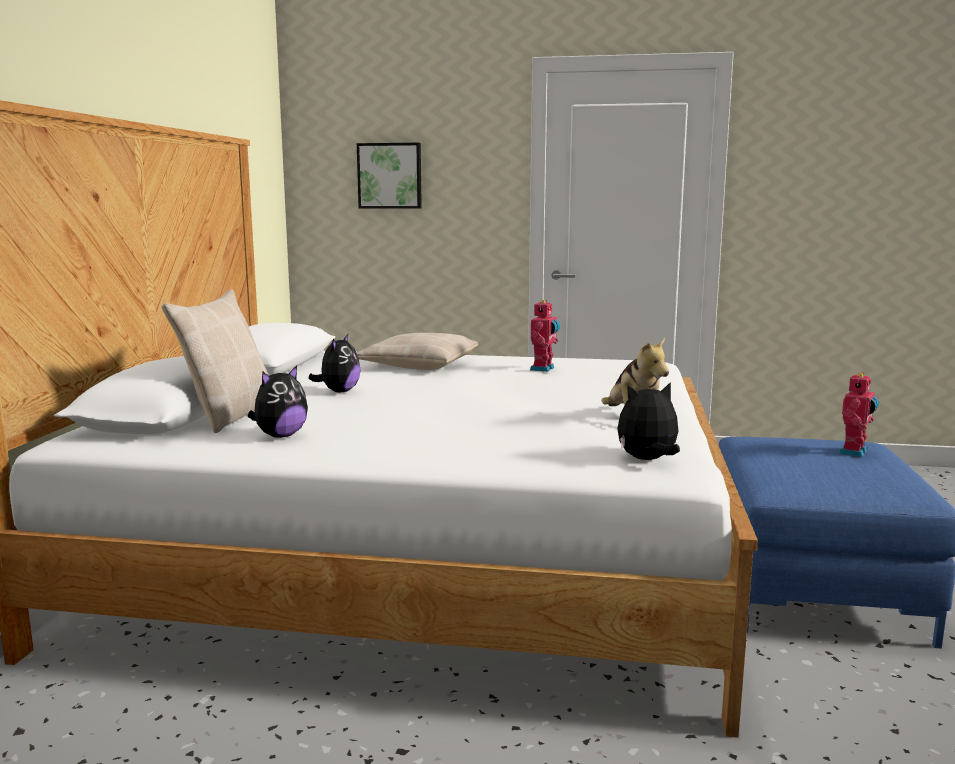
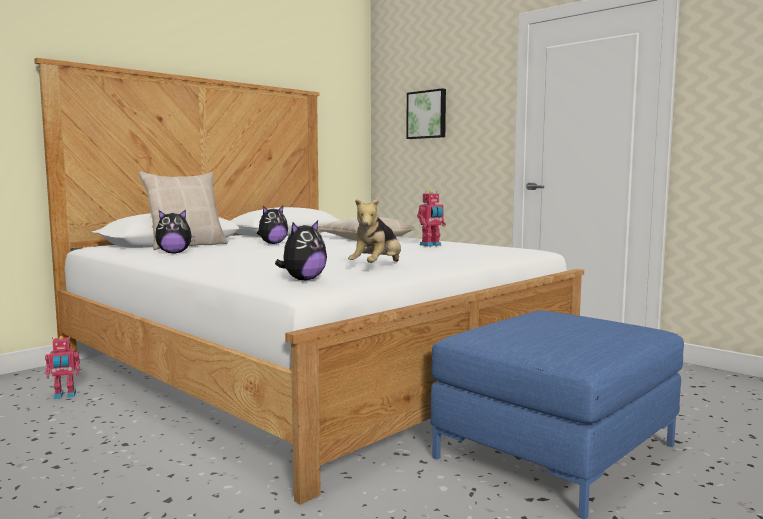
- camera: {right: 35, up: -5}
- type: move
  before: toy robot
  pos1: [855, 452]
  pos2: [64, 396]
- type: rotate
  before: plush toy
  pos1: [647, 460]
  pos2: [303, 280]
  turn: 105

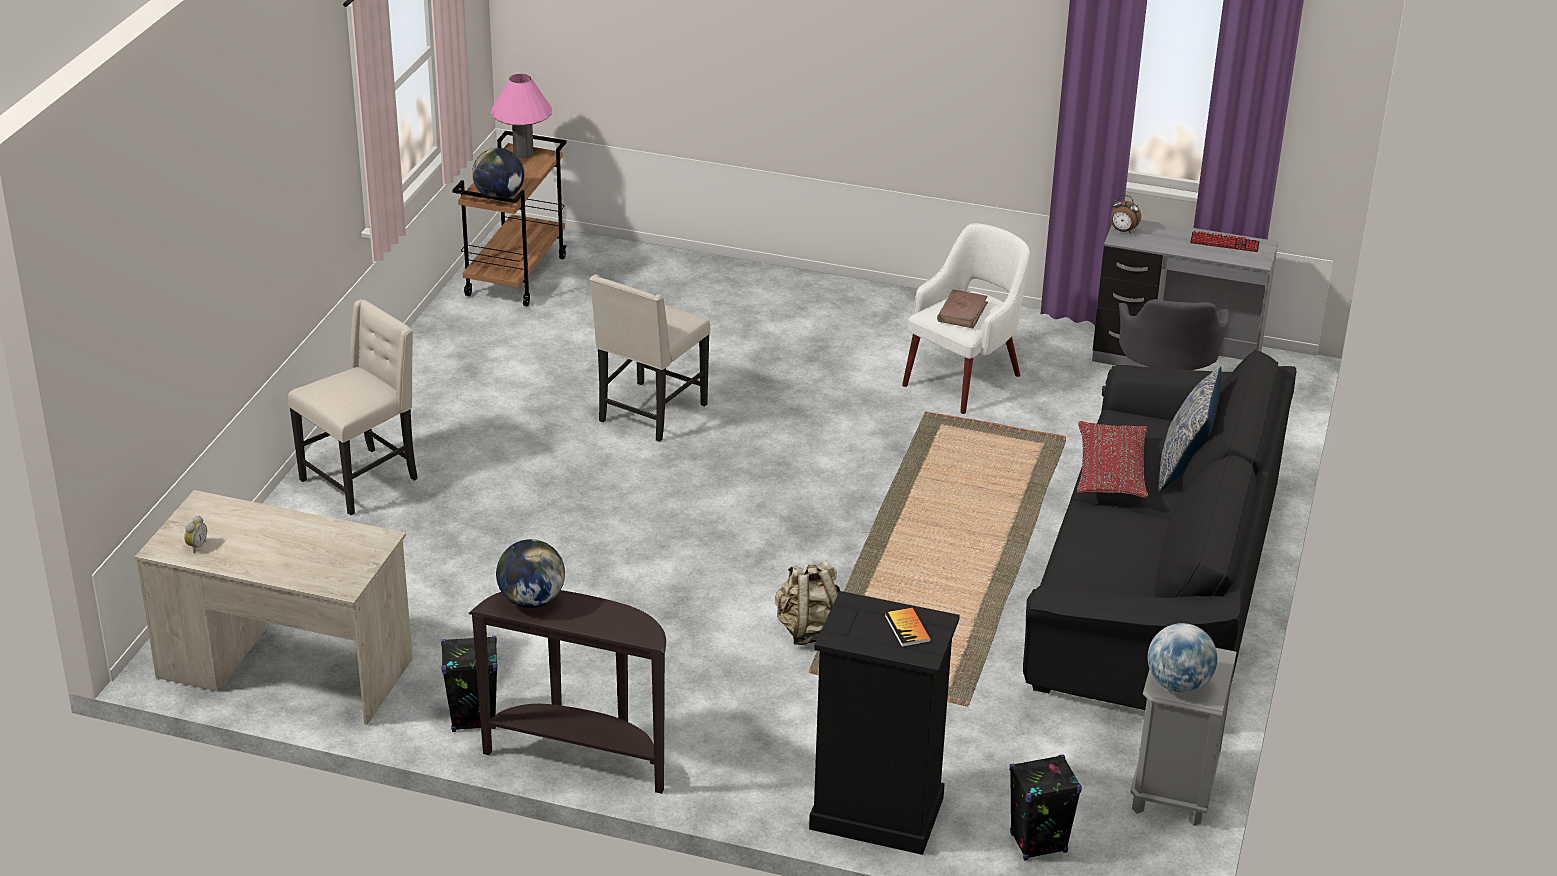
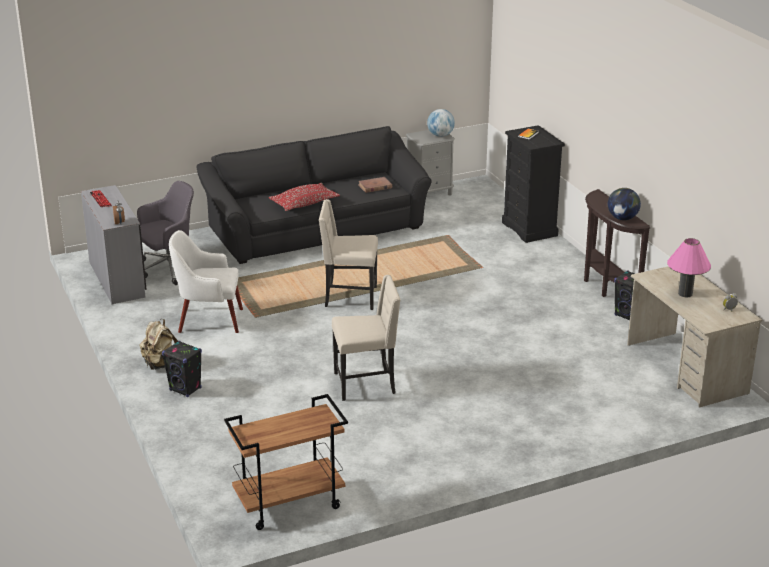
- camera: {right: -130, up: -5}
- type: move
  before: pink table lamp
  pos1: [523, 154]
  pos2: [685, 294]
- type: delete
  before: globe
  pos1: [499, 196]
- type: move
  before: brown book
  pos1: [962, 312]
  pos2: [375, 186]
- type: move
  before: beige chair
  pos1: [362, 480]
  pos2: [349, 297]
- type: delete
  before: pillow
  pos1: [1184, 467]
- type: move
  before: beige backpack
  pos1: [810, 631]
  pos2: [160, 364]
- type: move
  before: black speaker
  pos1: [1038, 843]
  pos2: [185, 389]

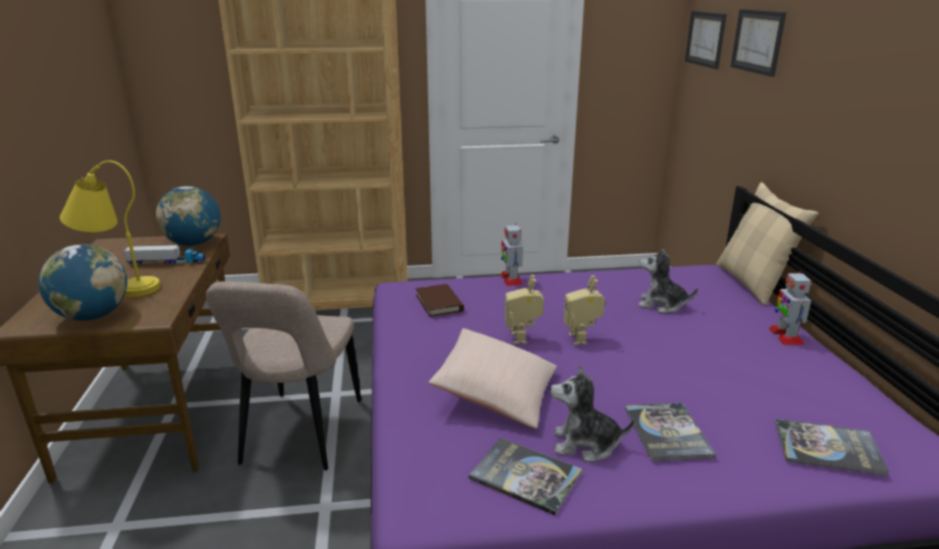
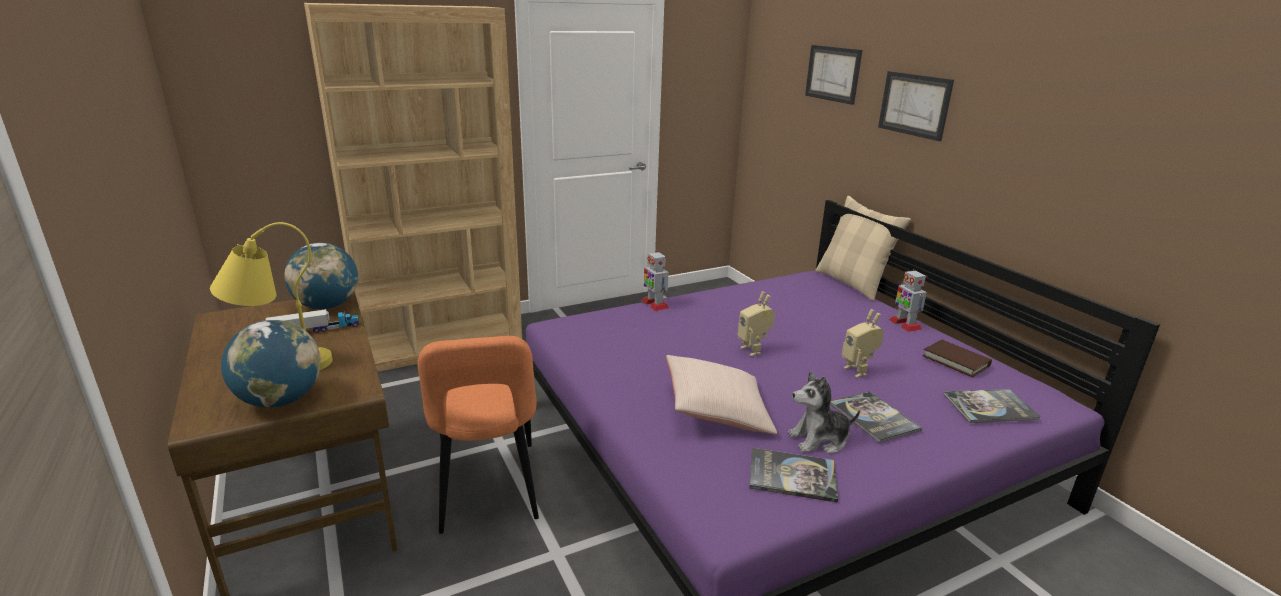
- camera: {right: -20, up: 0}
- type: move
  before: picture
  pos1: [705, 39]
  pos2: [914, 105]
- type: delete
  before: plush toy
  pos1: [661, 305]
- type: move
  before: toy robot
  pos1: [523, 338]
  pos2: [858, 370]
- type: recolor
  before: beige chair
  after: orange chair
  pos1: [300, 435]
  pos2: [488, 491]
- type: move
  before: brown book
  pos1: [439, 303]
  pos2: [956, 361]

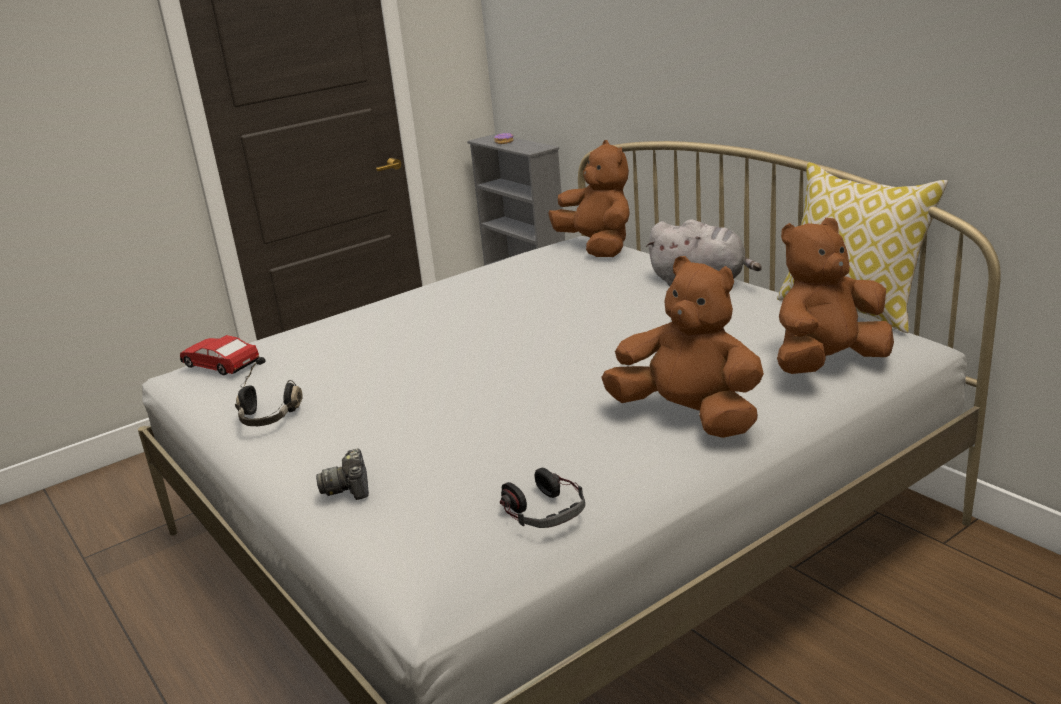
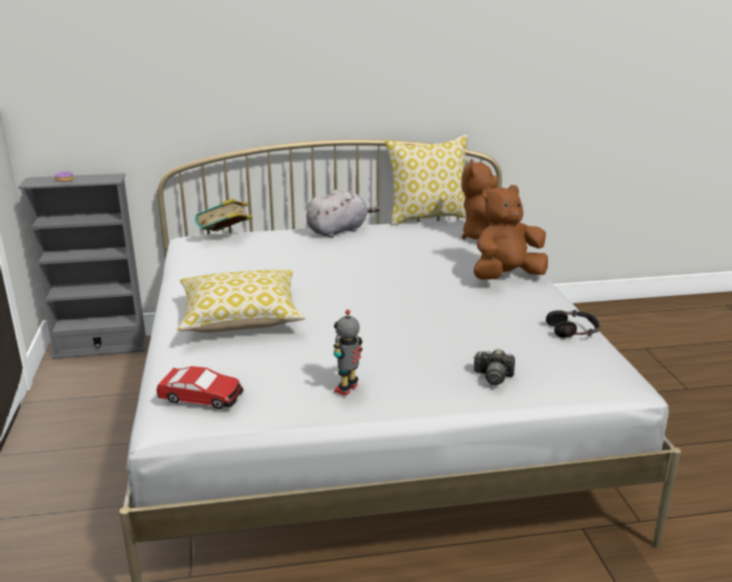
- camera: {right: -65, up: 0}
- type: replace
  before: brown plush toy
  after: book
  pos1: [597, 247]
  pos2: [225, 236]
- type: rotate
  before: toy car
  pos1: [220, 364]
  pos2: [201, 397]
  turn: -135
- type: replace
  before: black headphones
  after: toy robot
  pos1: [268, 418]
  pos2: [347, 389]
- type: insert
  after: pillow
  pos2: [241, 318]

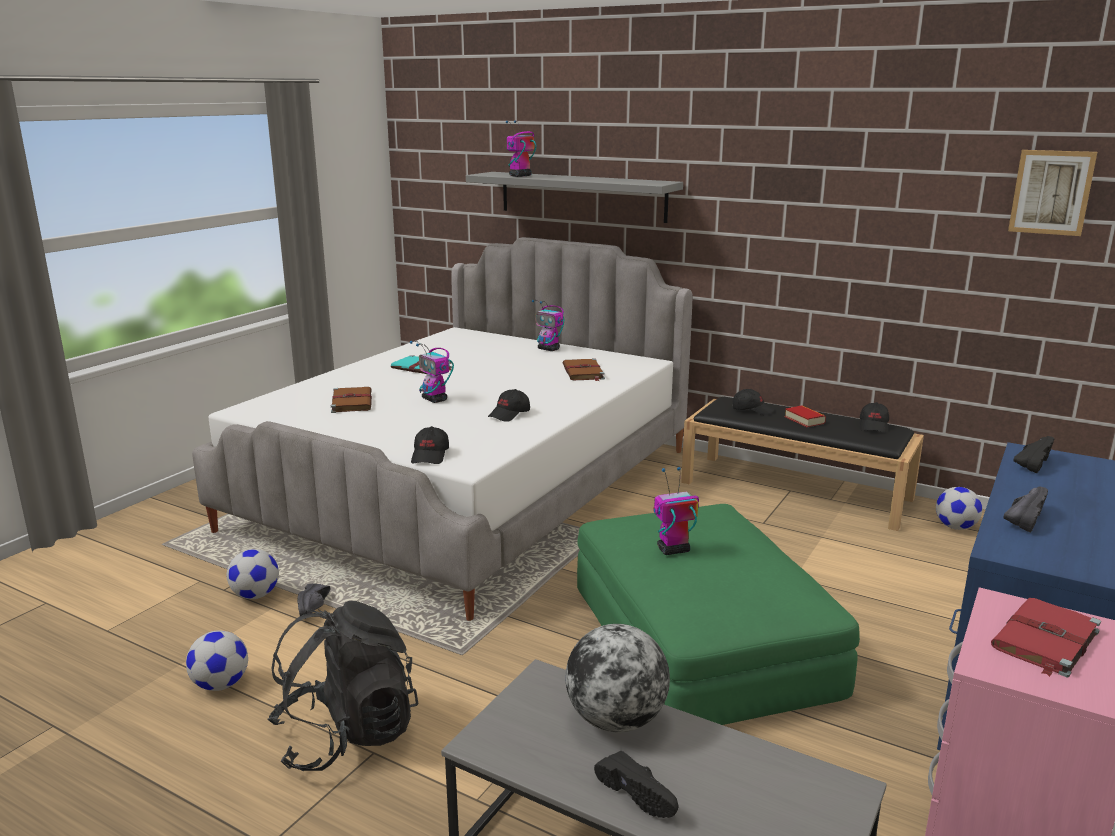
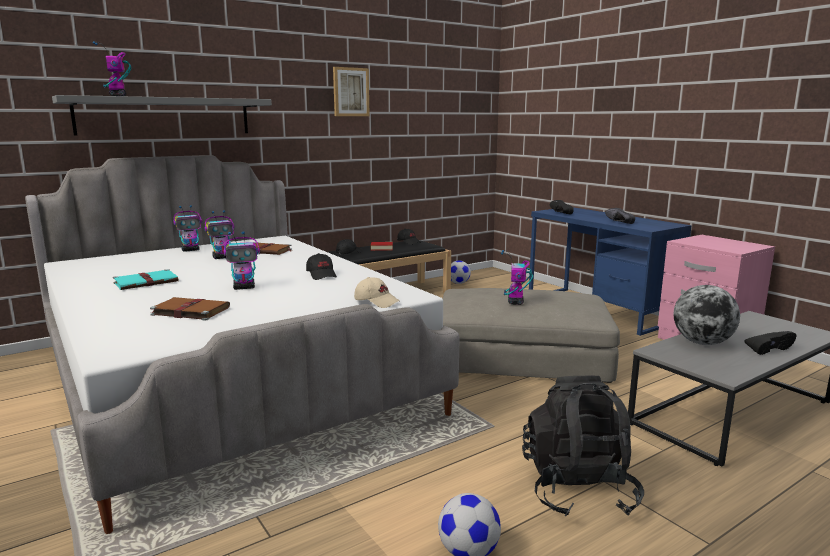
- camera: {right: -65, up: -5}
- type: move
  before: picture
  pos1: [1051, 192]
  pos2: [350, 92]
- type: recolor
  before: black cap
  after: beige cap
  pos1: [430, 455]
  pos2: [377, 301]
- type: recolor
  before: green ottoman
  after: beige ottoman
  pos1: [702, 637]
  pos2: [521, 354]
- type: delete
  before: football
  pos1: [255, 595]
- type: delete
  before: black shoe
  pos1: [315, 608]
- type: delete
  before: red book
  pos1: [1044, 640]
- type: insert
  after: toy robot
  pos2: [222, 257]

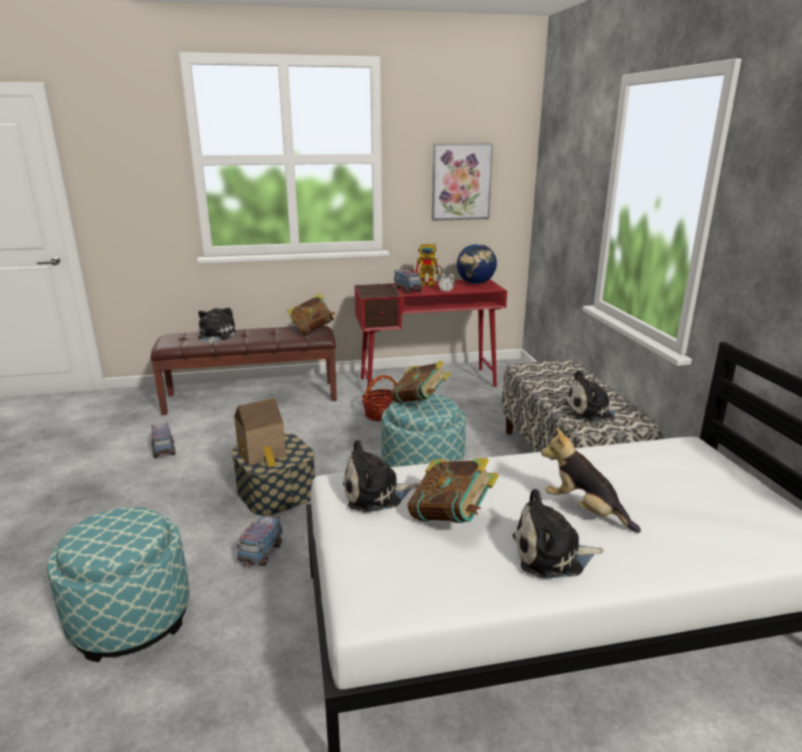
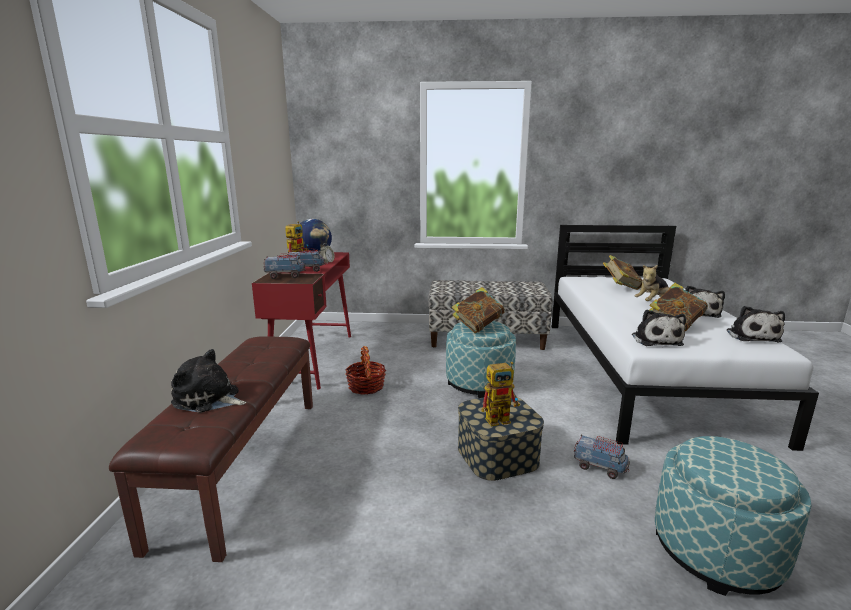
- camera: {right: -75, up: -5}
- type: delete
  before: picture
  pos1: [461, 182]
- type: move
  before: book
  pos1: [312, 330]
  pos2: [621, 287]
- type: move
  before: plush toy
  pos1: [591, 411]
  pos2: [751, 336]
- type: replace
  before: toy house
  after: toy robot
  pos1: [263, 453]
  pos2: [502, 418]
- type: move
  before: toy truck
  pos1: [164, 450]
  pos2: [285, 276]

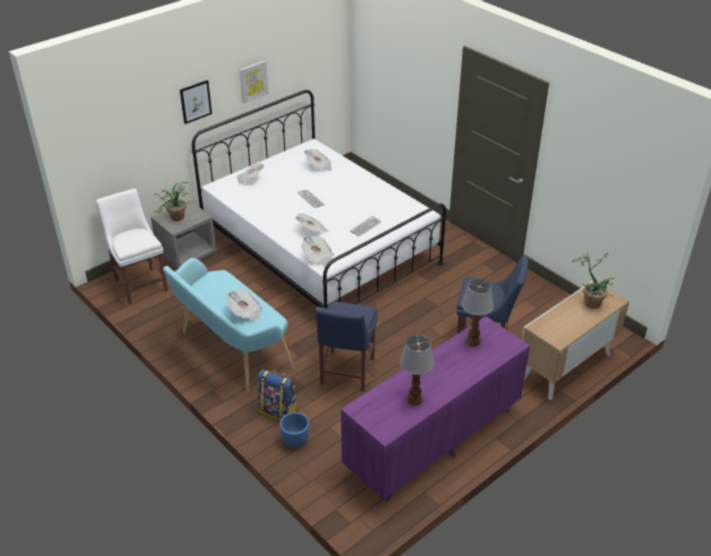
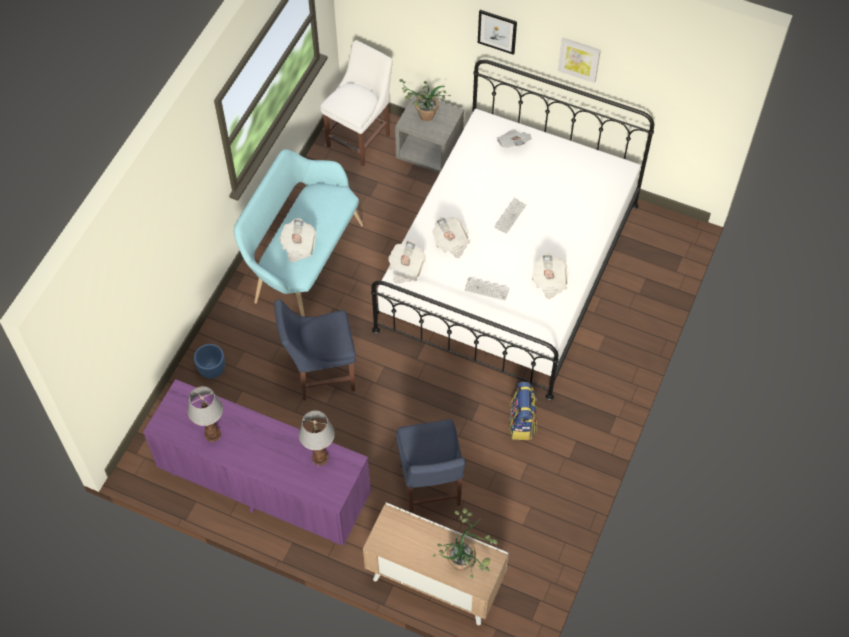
- camera: {right: 65, up: 20}
- type: move
  before: newspaper
  pos1: [319, 166]
  pos2: [549, 282]
- type: move
  before: backpack
  pos1: [278, 411]
  pos2: [522, 424]

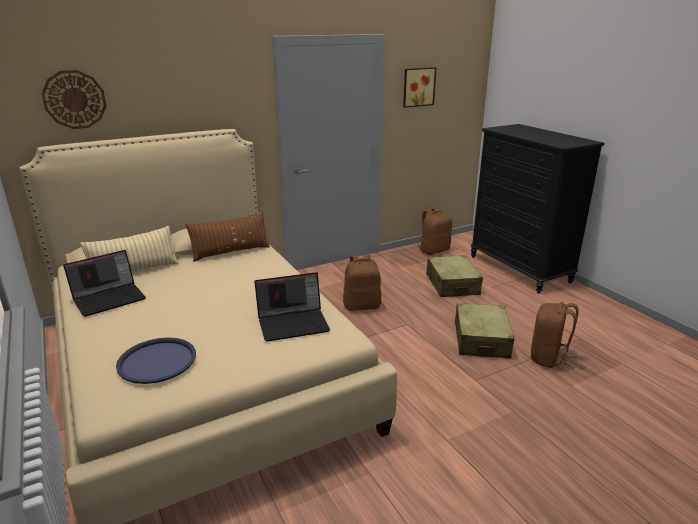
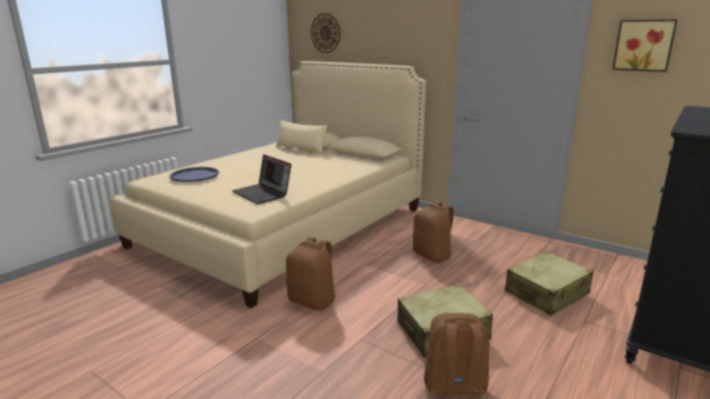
- camera: {right: 65, up: -5}
- type: move
  before: brown backpack
  pos1: [434, 250]
  pos2: [313, 301]
- type: delete
  before: brown pillow
  pos1: [230, 252]
- type: delete
  before: laptop
  pos1: [109, 298]

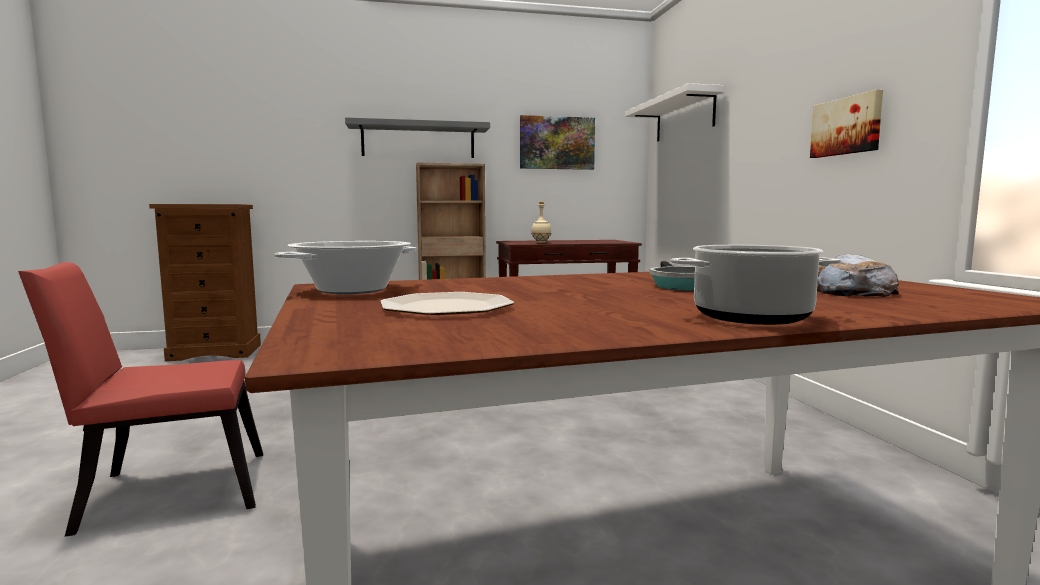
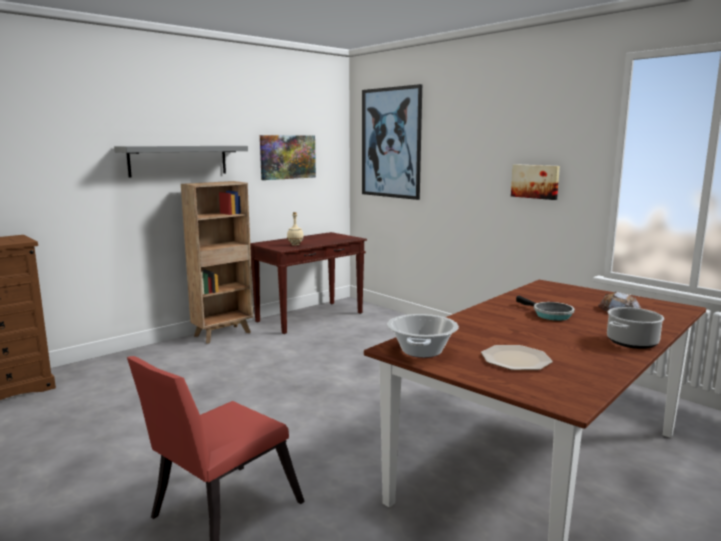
- camera: {right: -30, up: 5}
- type: replace
  before: white shelf
  after: picture
  pos1: [684, 117]
  pos2: [391, 143]

